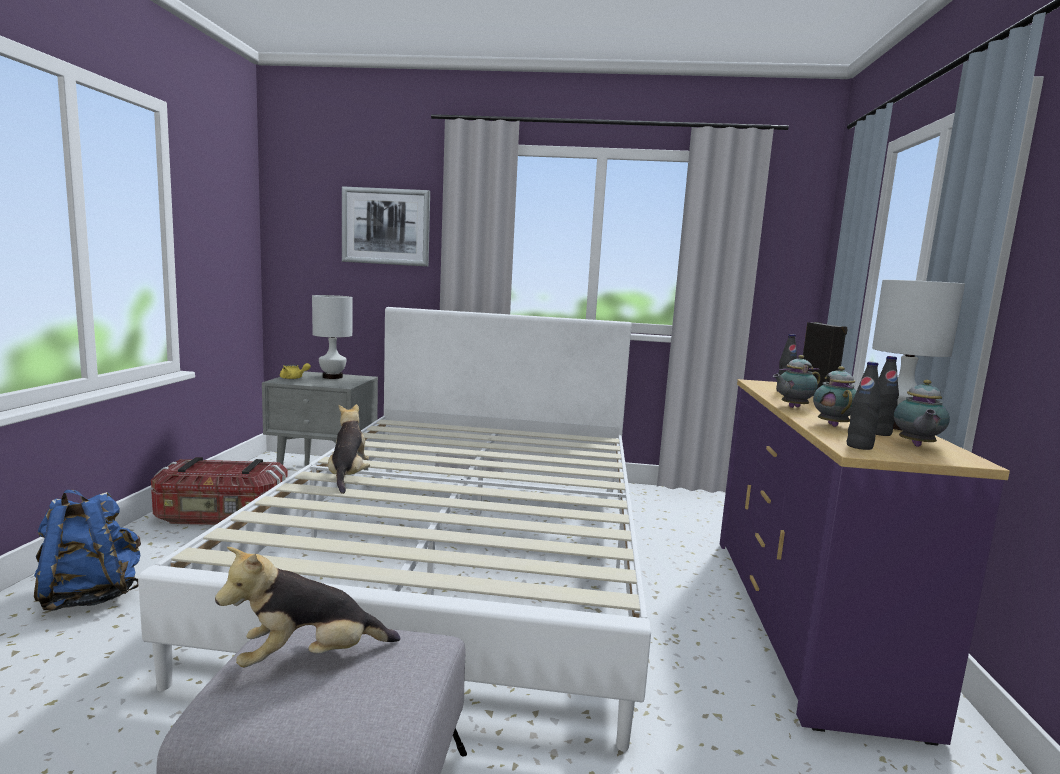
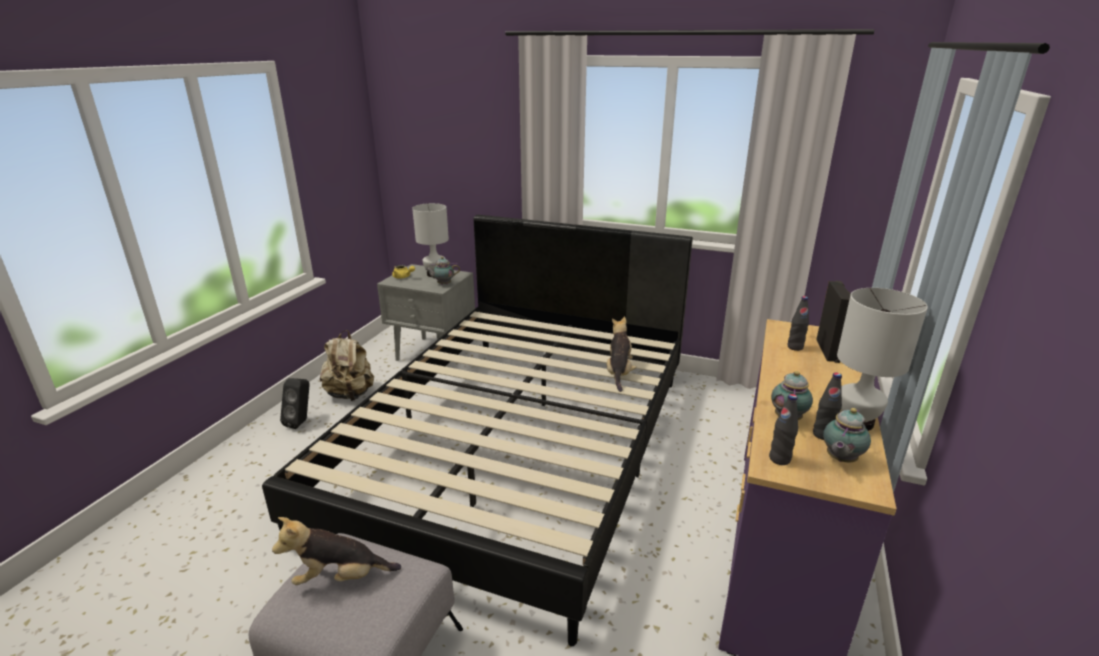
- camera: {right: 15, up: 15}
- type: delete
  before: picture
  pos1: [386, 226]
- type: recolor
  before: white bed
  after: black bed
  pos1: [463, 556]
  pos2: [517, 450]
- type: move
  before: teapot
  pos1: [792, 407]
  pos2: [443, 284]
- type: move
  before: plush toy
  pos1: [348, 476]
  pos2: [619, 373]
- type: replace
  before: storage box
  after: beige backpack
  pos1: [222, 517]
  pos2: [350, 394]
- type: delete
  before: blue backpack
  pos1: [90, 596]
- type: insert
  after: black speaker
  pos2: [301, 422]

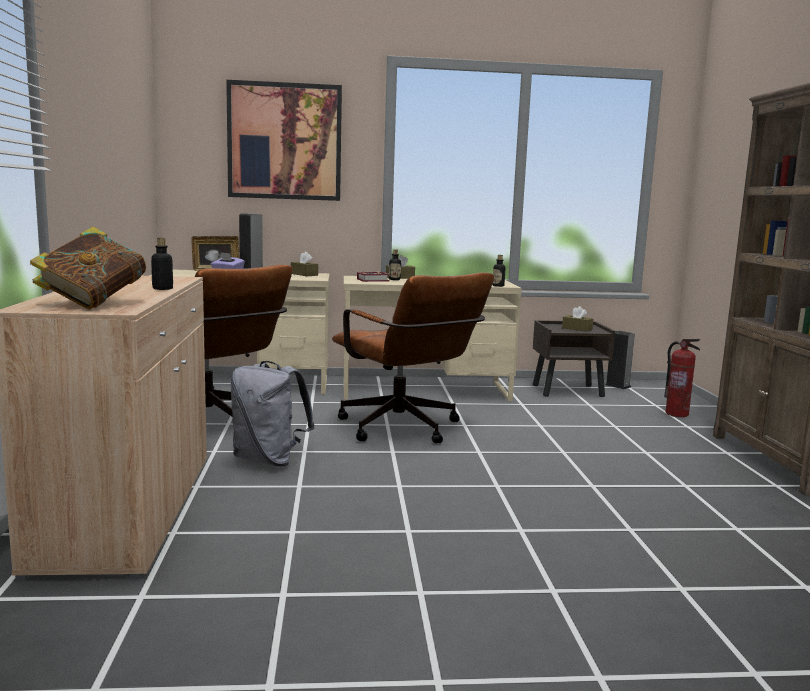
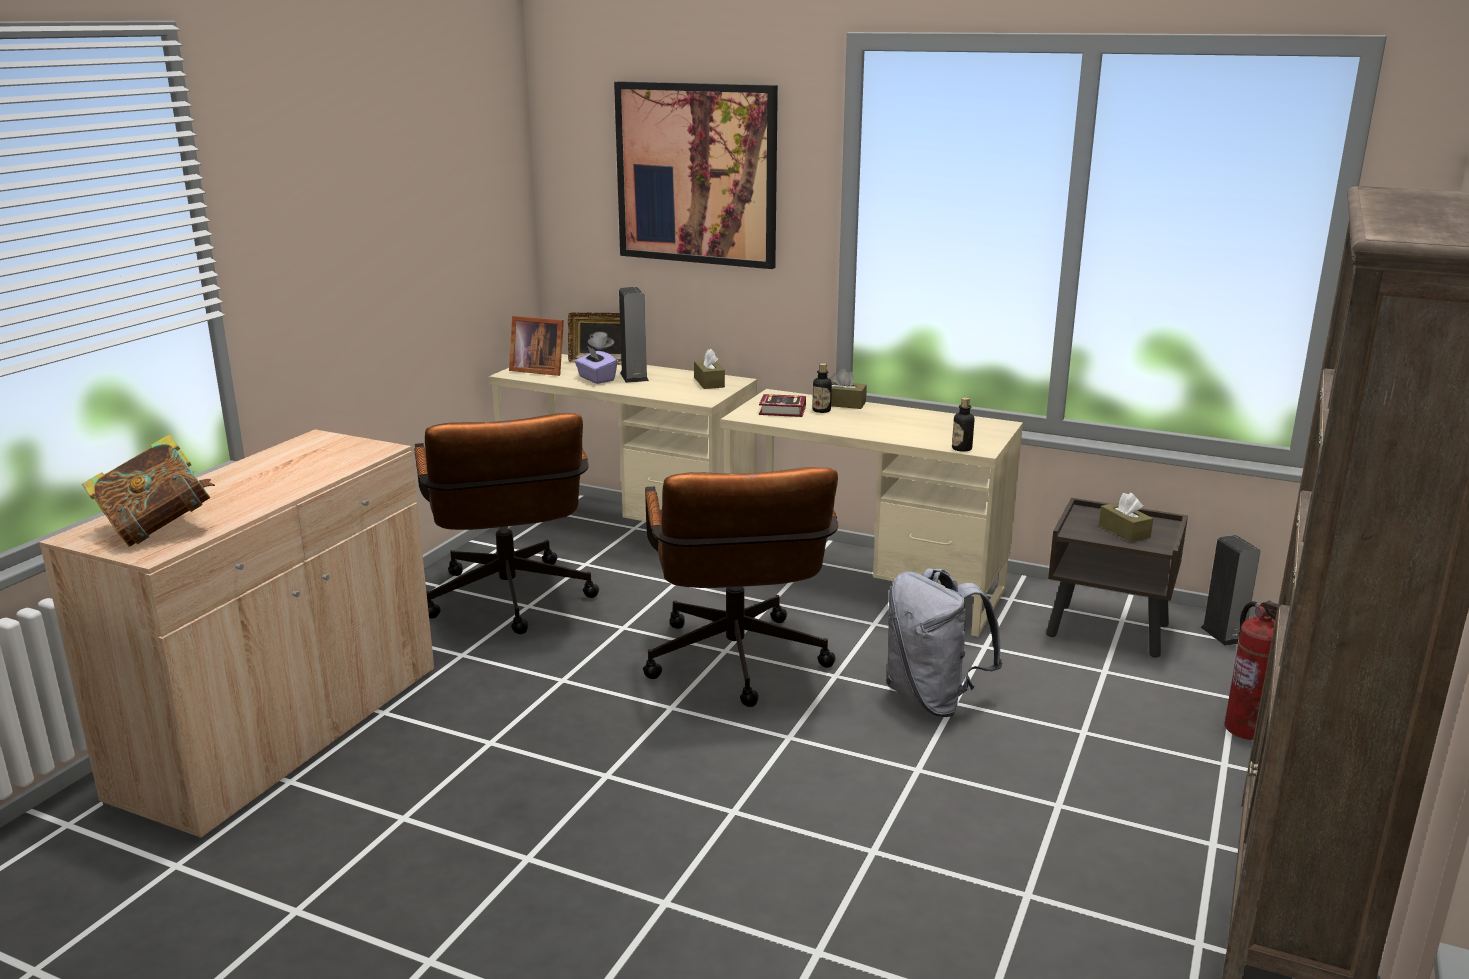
- camera: {right: 30, up: 10}
- type: delete
  before: bottle
  pos1: [162, 289]
- type: move
  before: grey backpack
  pos1: [269, 460]
  pos2: [933, 699]
- type: insert
  after: picture frame
  pos2: [537, 370]

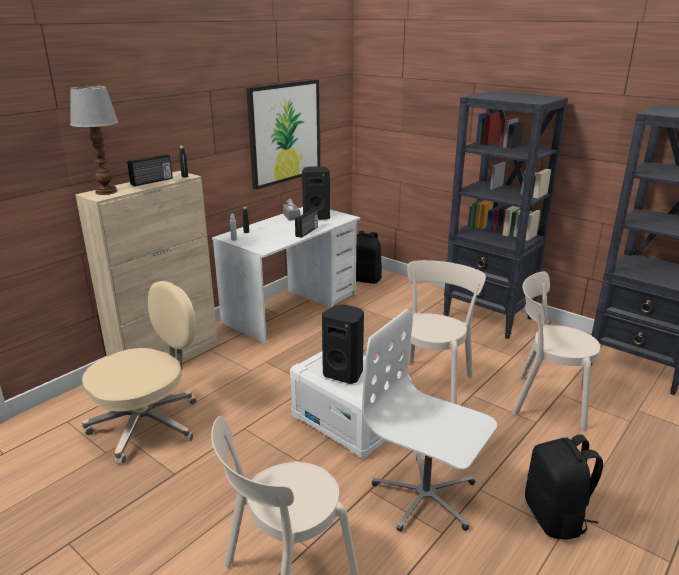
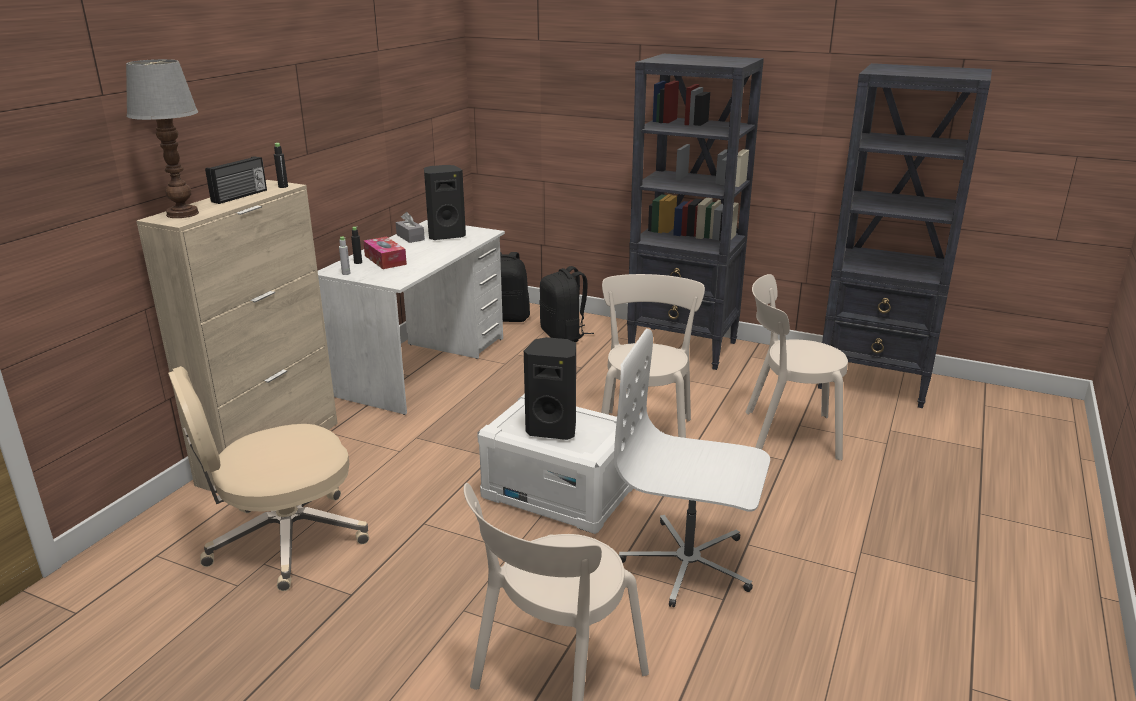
- camera: {right: -15, up: 0}
- type: delete
  before: picture
  pos1: [284, 132]
- type: delete
  before: radio
  pos1: [307, 232]
- type: rotate
  before: beige office chair
  pos1: [148, 424]
  pos2: [284, 540]
  turn: -150
- type: move
  before: black backpack
  pos1: [556, 518]
  pos2: [564, 336]
- type: insert
  after: tissue box
  pos2: [385, 260]

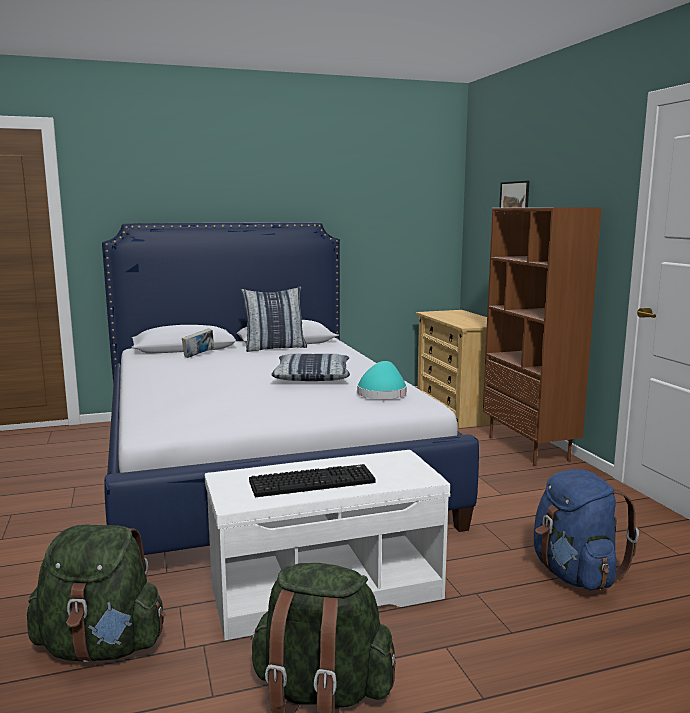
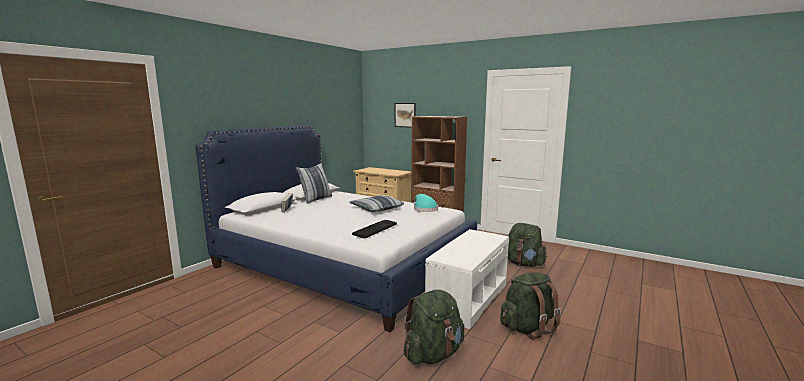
- camera: {right: -40, up: 0}
- type: move
  before: keyboard
  pos1: [313, 481]
  pos2: [375, 229]
- type: recolor
  before: blue backpack
  after: green backpack
  pos1: [574, 574]
  pos2: [523, 264]

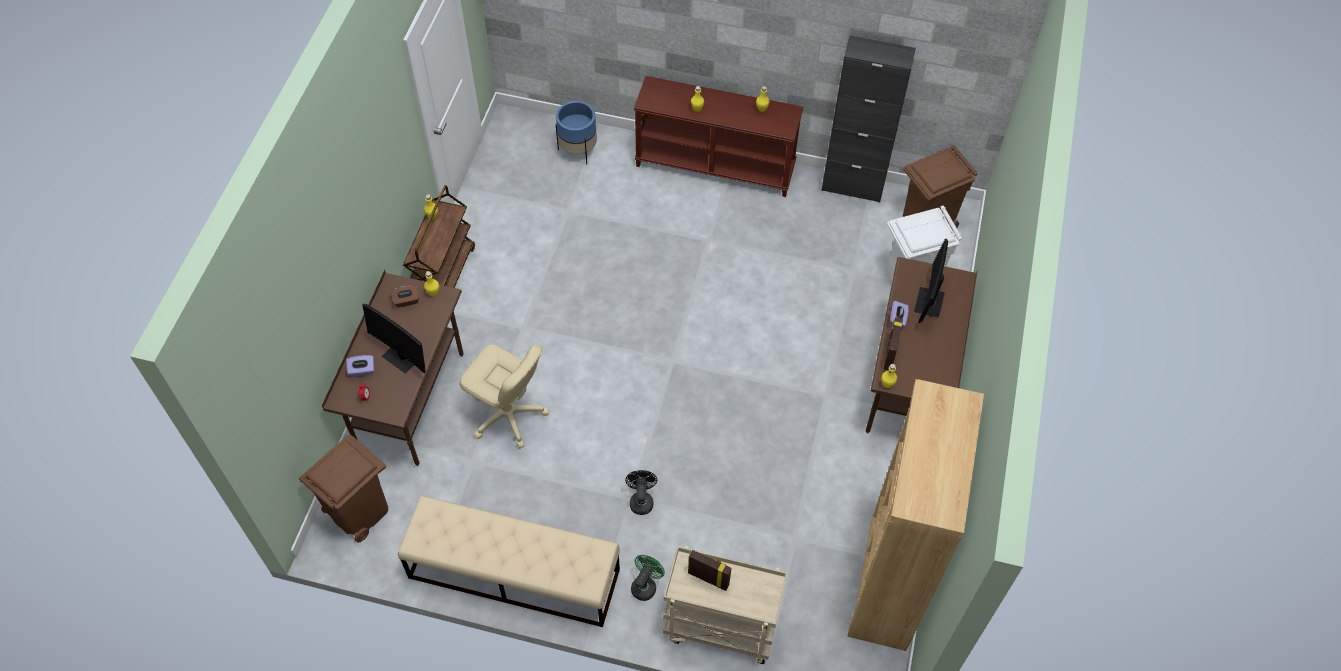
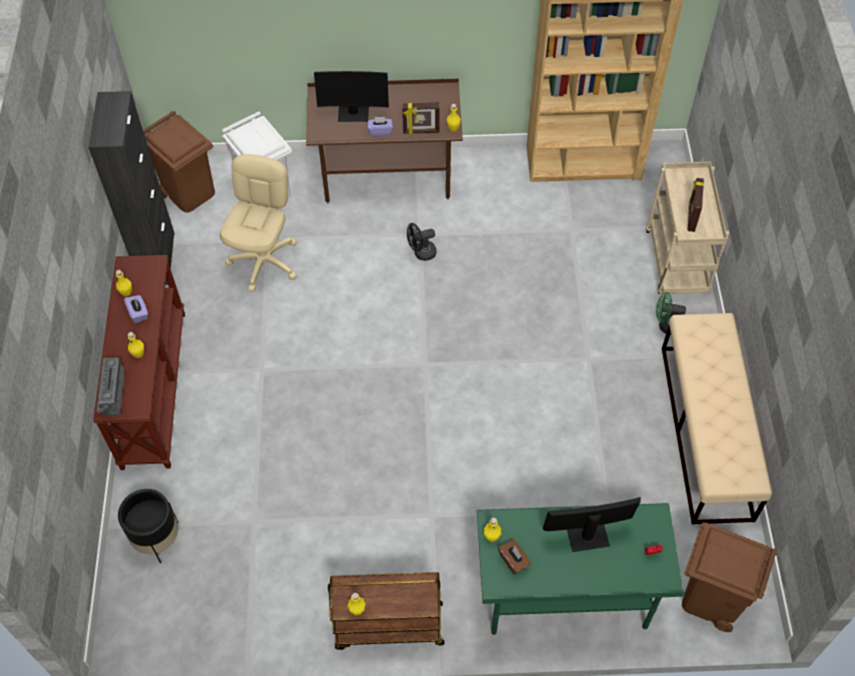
- camera: {right: -105, up: 0}
- type: recolor
  before: blue planter
  after: black planter
  pos1: [578, 150]
  pos2: [157, 539]
- type: recolor
  before: brown desk
  after: green desk
  pos1: [411, 401]
  pos2: [565, 597]
- type: rotate
  before: monitor
  pos1: [402, 357]
  pos2: [587, 536]
  turn: -120
- type: move
  before: beige office chair
  pos1: [508, 415]
  pos2: [264, 262]
- type: move
  before: purple tissue box
  pos1: [362, 371]
  pos2: [138, 313]
- type: move
  before: black fan
  pos1: [641, 500]
  pos2: [421, 253]
- type: insert
  after: radio
  pos2: [111, 393]

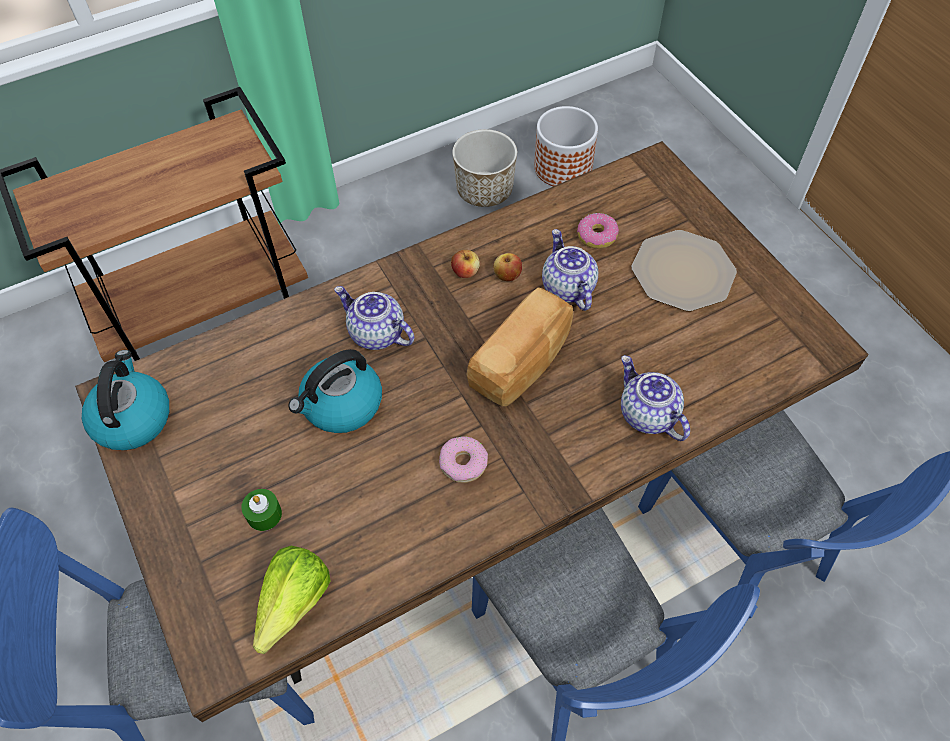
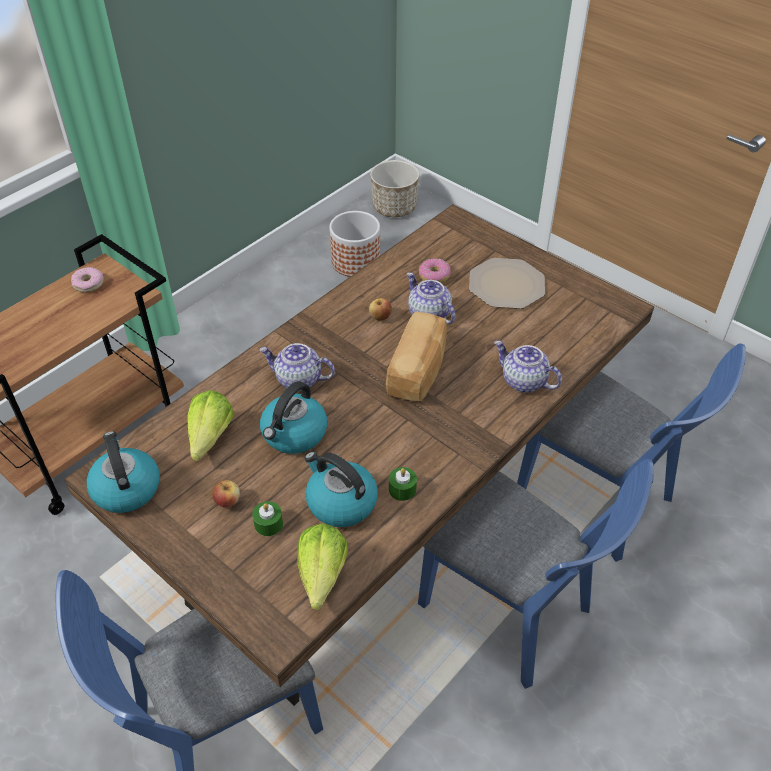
- camera: {right: -20, up: -10}
- type: move
  before: planter
  pos1: [484, 190]
  pos2: [394, 207]
- type: move
  before: apple
  pos1: [465, 272]
  pos2: [227, 501]
- type: move
  before: donut
  pos1: [463, 463]
  pos2: [88, 283]
- type: insert
  after: lettuce
  pos2: [207, 443]
- type: insert
  after: kettle
  pos2: [340, 502]
- type: insert
  after: green candle
  pos2: [402, 489]

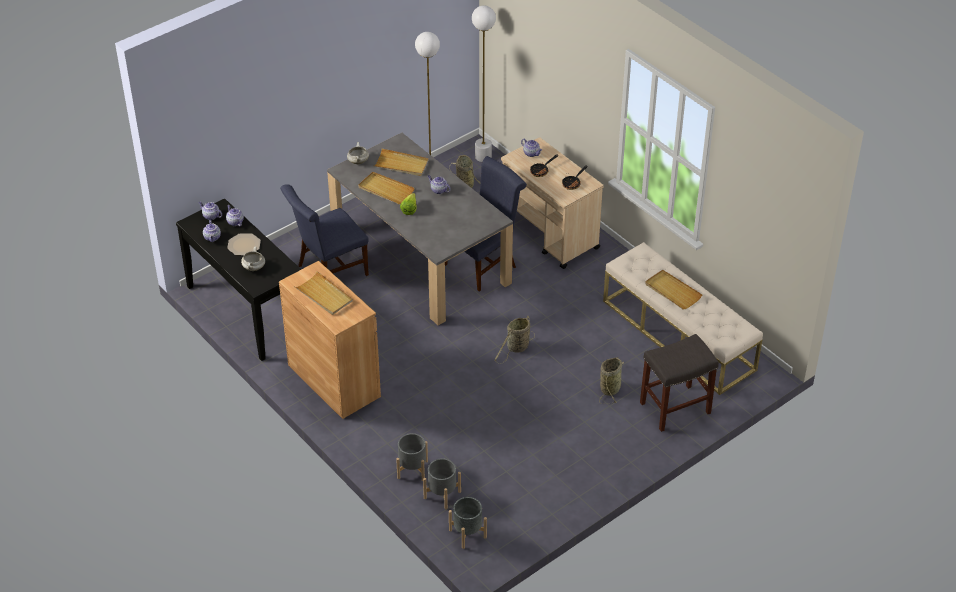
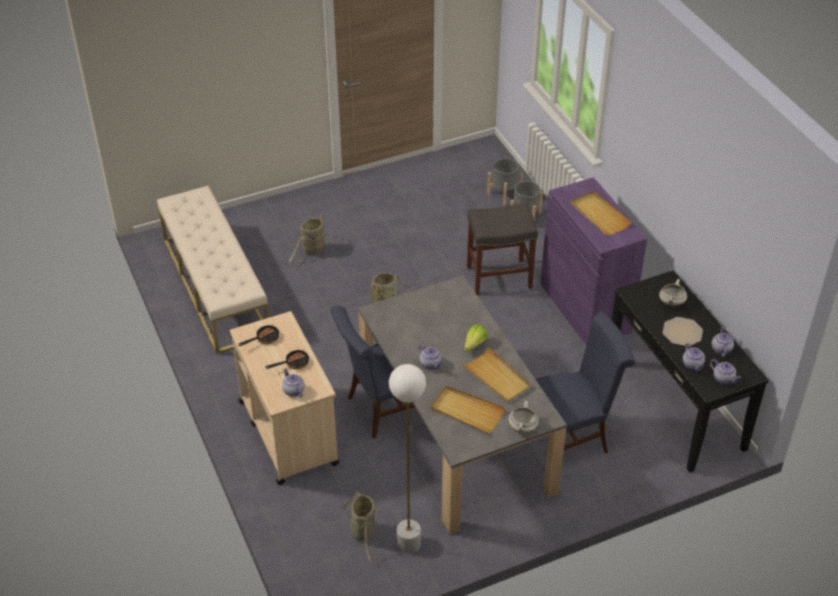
- camera: {right: -165, up: 0}
- type: delete
  before: white floor lamp
  pos1: [483, 157]
- type: recolor
  before: brown cabinet
  after: purple cabinet
  pos1: [334, 381]
  pos2: [585, 308]
- type: delete
  before: beige tray
  pos1: [672, 291]
- type: move
  before: grey stool
  pos1: [674, 408]
  pos2: [500, 276]
- type: delete
  before: grey planter
  pos1: [468, 533]

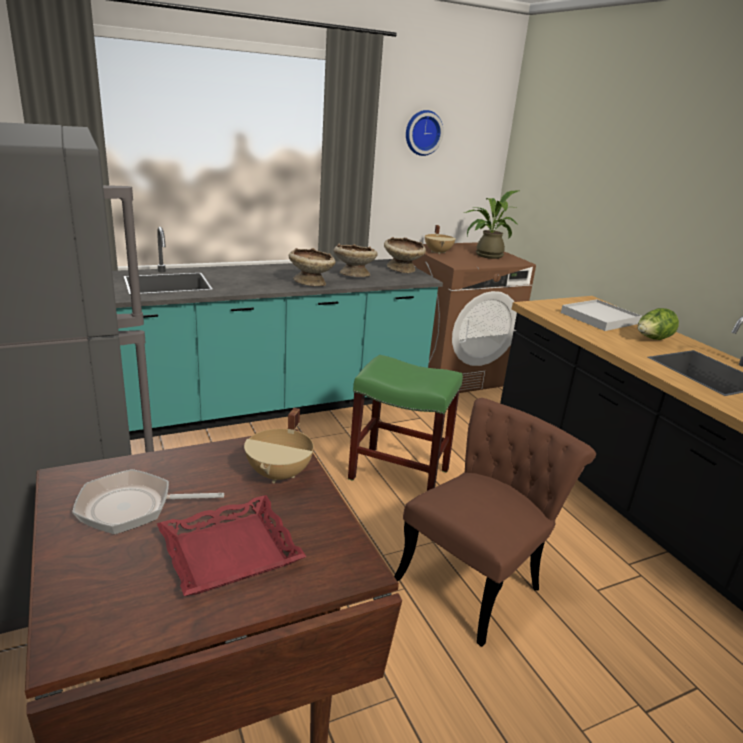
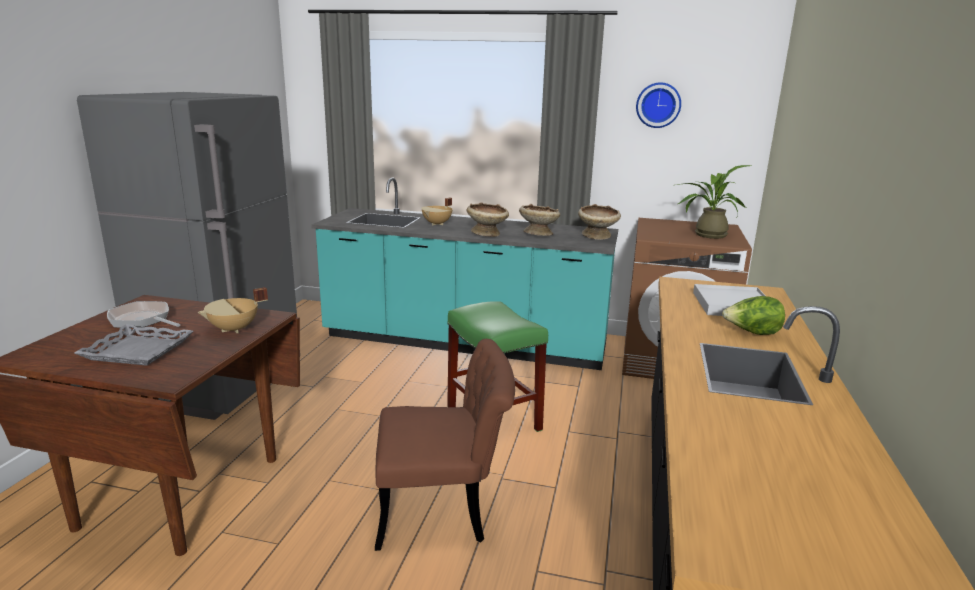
- camera: {right: 40, up: -5}
- type: move
  before: beige cooking pot
  pos1: [438, 252]
  pos2: [437, 224]
- type: recolor
  before: red tray
  after: grey tray
  pos1: [230, 552]
  pos2: [137, 351]

